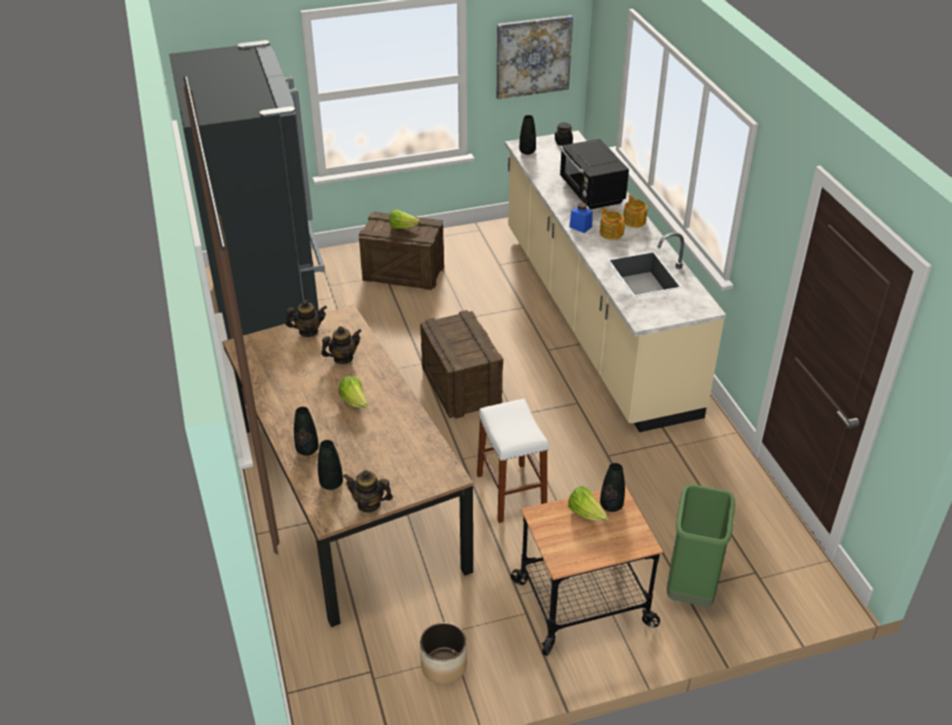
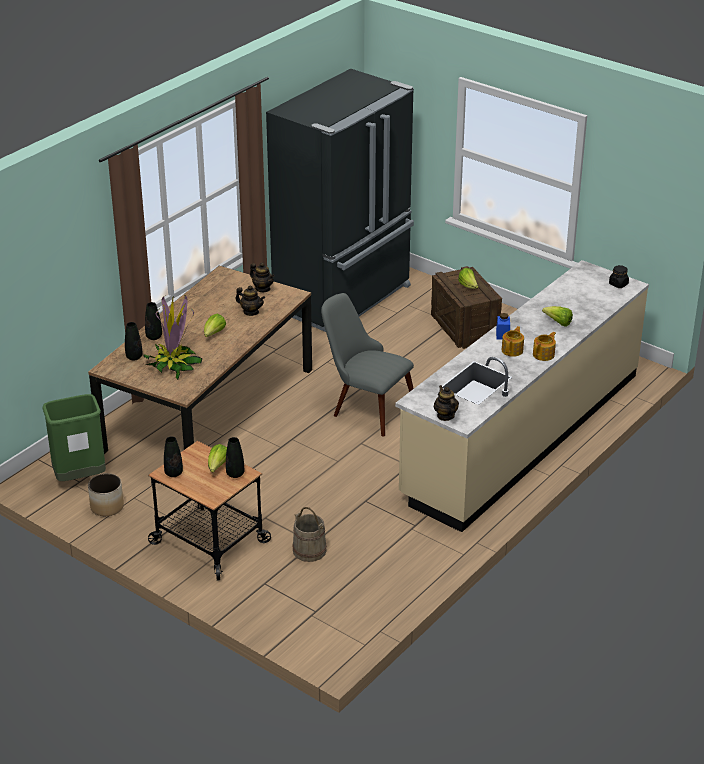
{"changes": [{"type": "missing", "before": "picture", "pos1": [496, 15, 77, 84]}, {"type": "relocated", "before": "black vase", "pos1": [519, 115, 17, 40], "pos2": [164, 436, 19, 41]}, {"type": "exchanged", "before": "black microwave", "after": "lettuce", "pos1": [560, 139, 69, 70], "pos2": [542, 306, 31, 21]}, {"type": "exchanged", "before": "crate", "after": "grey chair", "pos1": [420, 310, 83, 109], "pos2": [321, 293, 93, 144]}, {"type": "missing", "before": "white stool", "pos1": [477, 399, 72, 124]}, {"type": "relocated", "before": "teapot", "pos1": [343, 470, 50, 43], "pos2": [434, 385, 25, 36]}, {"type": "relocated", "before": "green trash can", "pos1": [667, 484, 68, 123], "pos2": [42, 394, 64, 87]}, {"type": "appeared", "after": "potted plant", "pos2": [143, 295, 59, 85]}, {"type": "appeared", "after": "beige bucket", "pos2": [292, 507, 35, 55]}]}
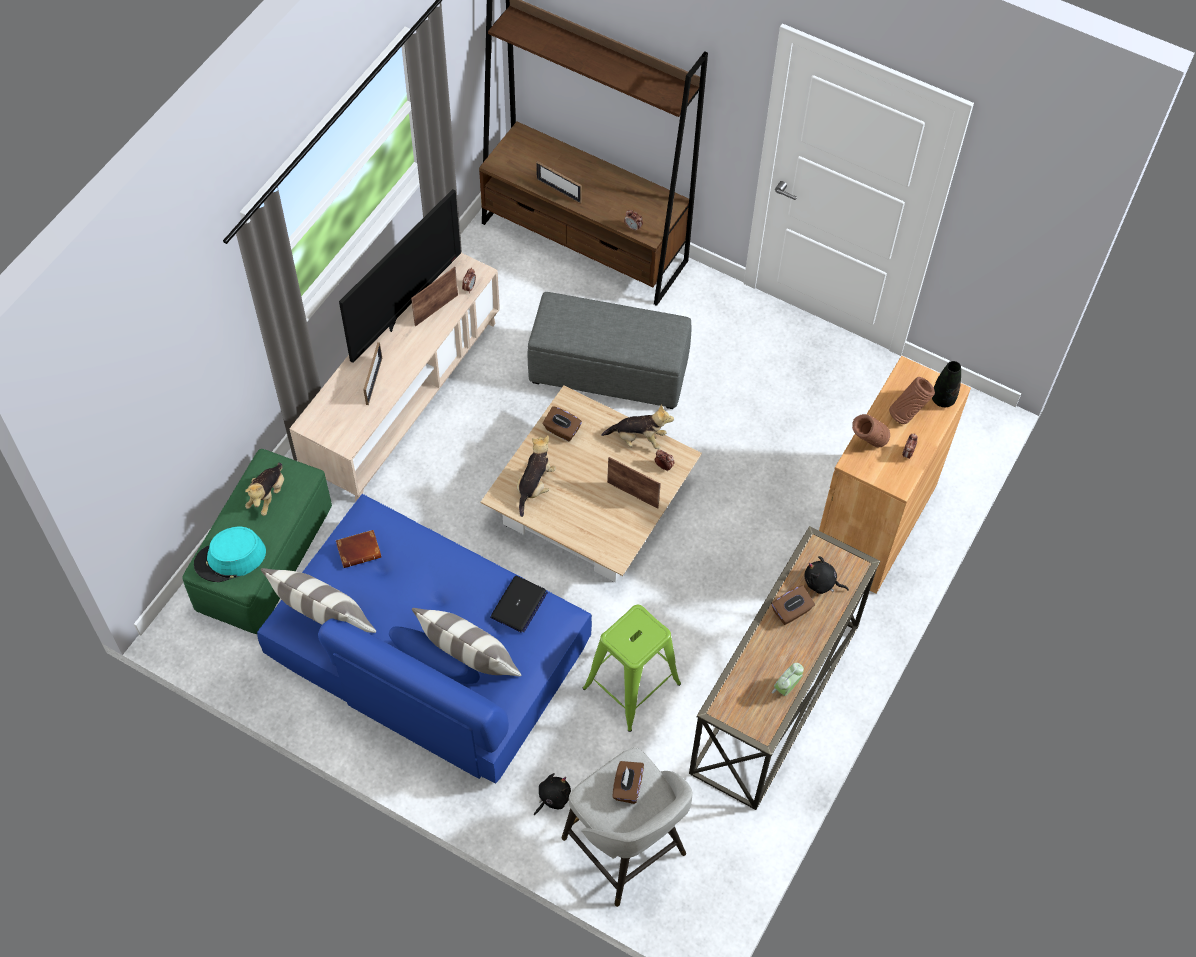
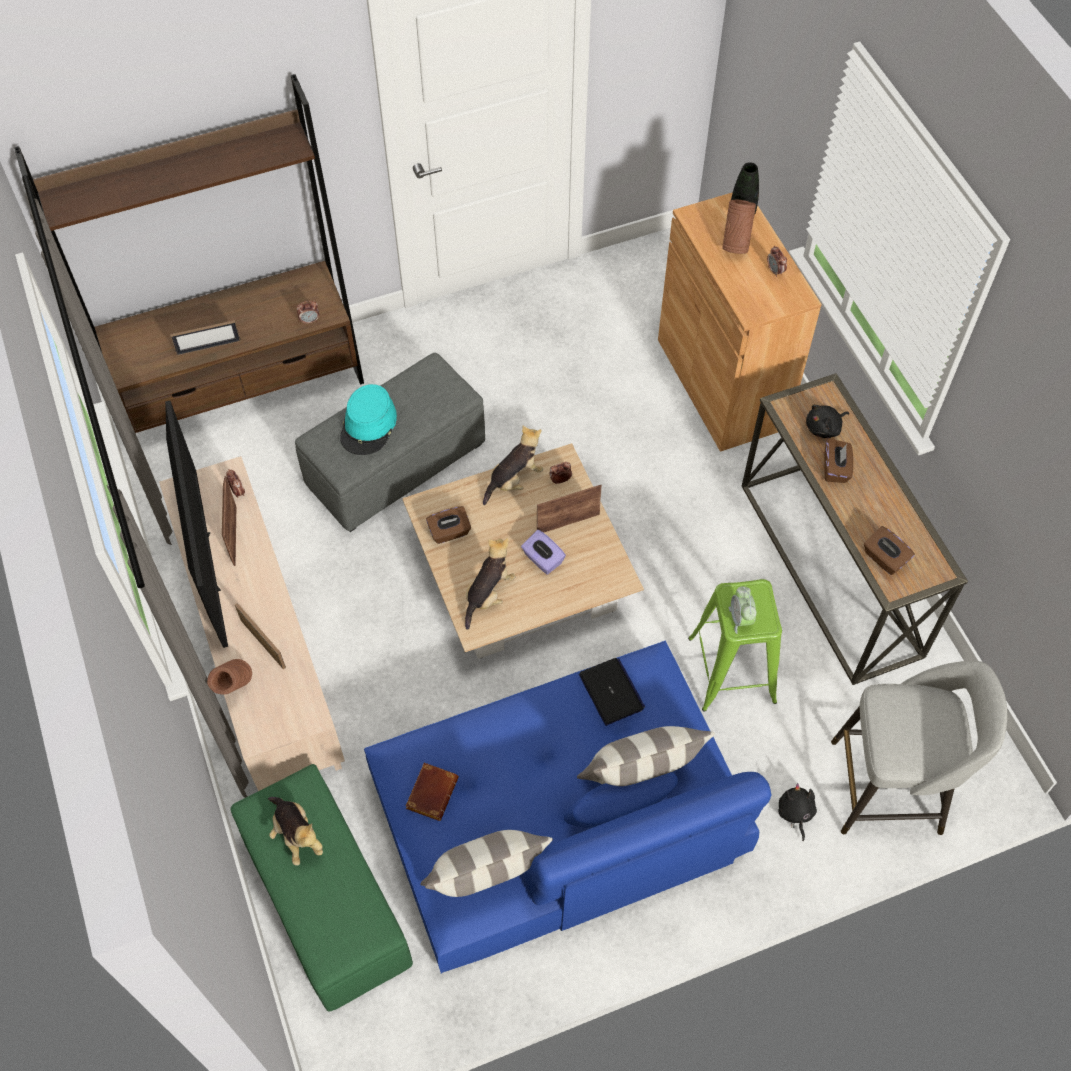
{"changes": [{"type": "relocated", "before": "brown vase", "pos1": [852, 414, 38, 33], "pos2": [207, 659, 45, 36]}, {"type": "spun", "before": "plush toy", "pos1": [517, 435, 39, 82], "pos2": [465, 538, 51, 92], "turn": 60}, {"type": "relocated", "before": "turquoise hat", "pos1": [194, 527, 72, 55], "pos2": [340, 384, 57, 71]}, {"type": "relocated", "before": "alarm clock", "pos1": [772, 663, 32, 33], "pos2": [729, 586, 28, 48]}, {"type": "relocated", "before": "brown tissue box", "pos1": [612, 761, 32, 43], "pos2": [864, 526, 51, 49]}, {"type": "appeared", "after": "purple tissue box", "pos2": [521, 530, 45, 44]}]}
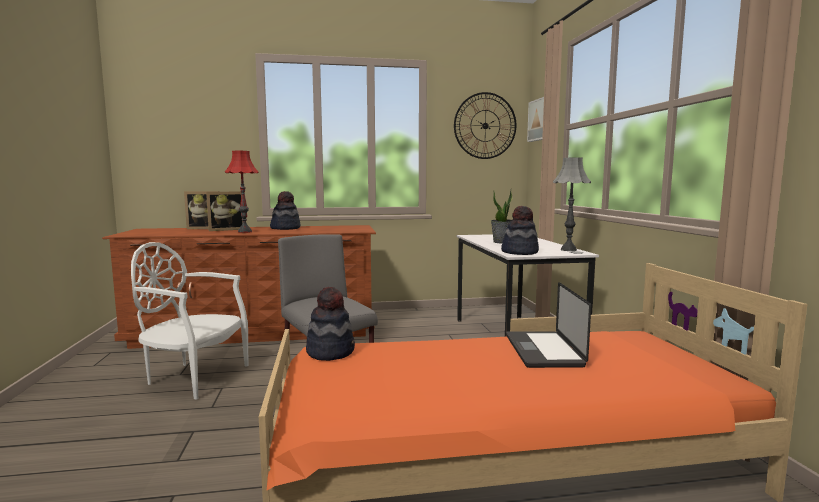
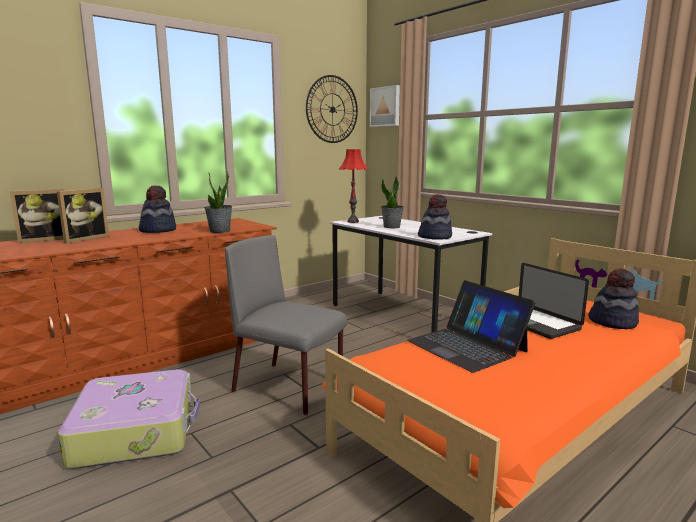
{"changes": [{"type": "relocated", "before": "red table lamp", "pos1": [225, 151, 33, 82], "pos2": [339, 149, 29, 74]}, {"type": "missing", "before": "grey table lamp", "pos1": [553, 157, 38, 94]}, {"type": "exchanged", "before": "white chair", "after": "suitcase", "pos1": [131, 242, 117, 157], "pos2": [58, 370, 142, 99]}, {"type": "relocated", "before": "hat", "pos1": [306, 287, 49, 74], "pos2": [588, 268, 51, 61]}, {"type": "appeared", "after": "potted plant", "pos2": [204, 170, 28, 63]}, {"type": "appeared", "after": "laptop", "pos2": [407, 280, 128, 93]}]}
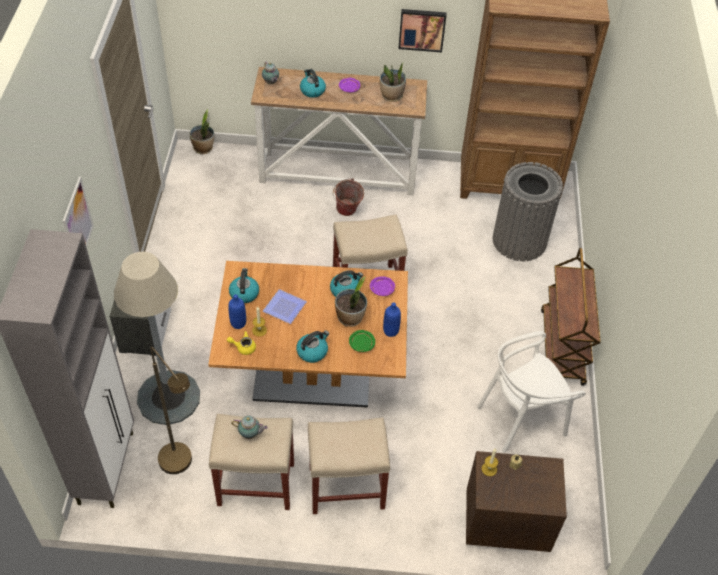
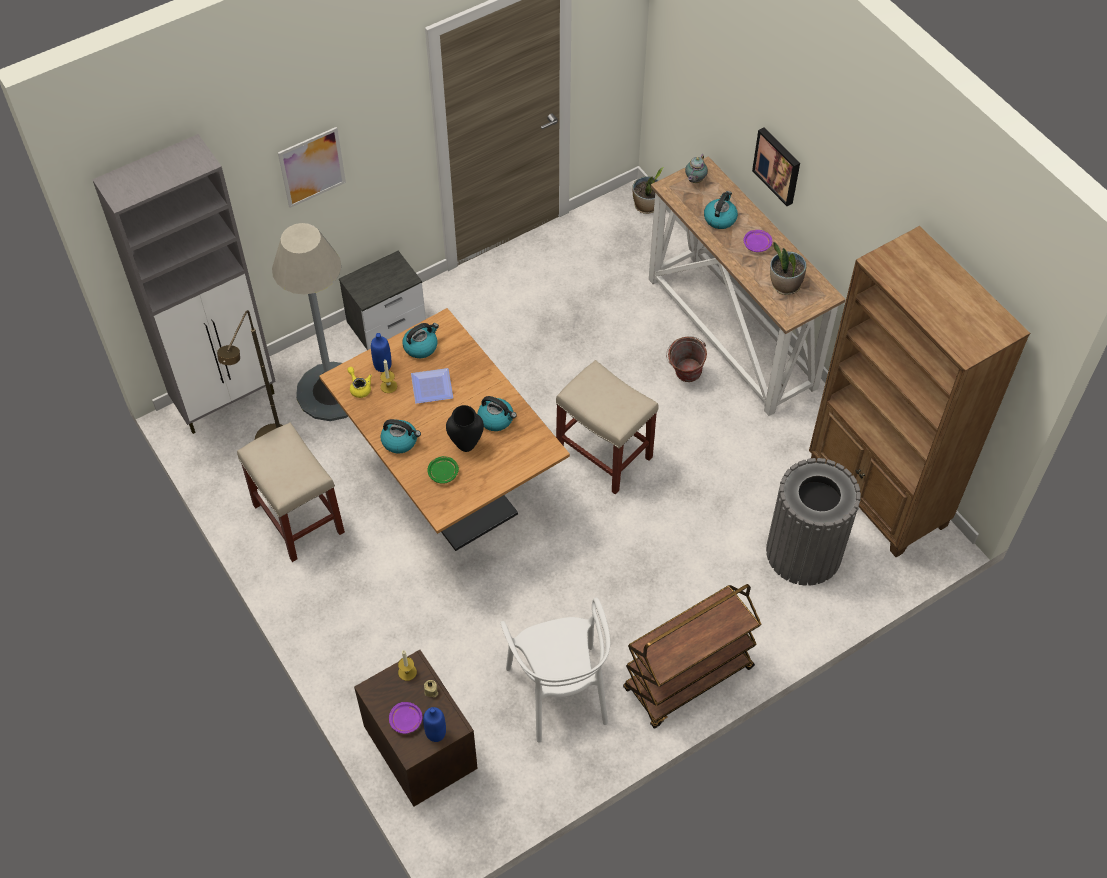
{"changes": [{"type": "relocated", "before": "picture", "pos1": [398, 9, 49, 43], "pos2": [752, 128, 48, 78]}, {"type": "exchanged", "before": "potted plant", "after": "black vase", "pos1": [335, 276, 32, 51], "pos2": [446, 405, 38, 47]}, {"type": "relocated", "before": "purple plate", "pos1": [370, 276, 25, 20], "pos2": [389, 702, 33, 32]}, {"type": "relocated", "before": "blue bottle", "pos1": [383, 302, 18, 35], "pos2": [423, 707, 23, 35]}, {"type": "spun", "before": "white chair", "pos1": [477, 331, 109, 122], "pos2": [500, 597, 110, 146], "turn": -135}, {"type": "missing", "before": "teapot", "pos1": [231, 415, 37, 24]}, {"type": "missing", "before": "beige stool", "pos1": [308, 417, 82, 97]}]}
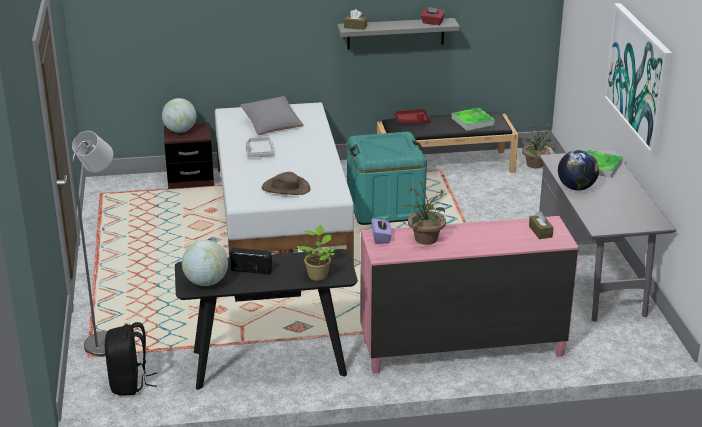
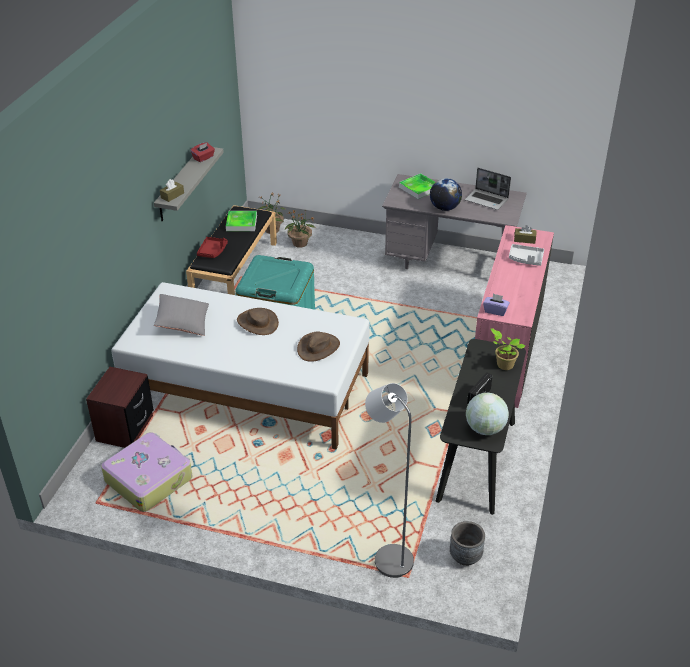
{"changes": [{"type": "missing", "before": "picture", "pos1": [603, 3, 69, 152]}, {"type": "missing", "before": "globe", "pos1": [162, 98, 35, 35]}, {"type": "relocated", "before": "grey tray", "pos1": [246, 137, 28, 20], "pos2": [509, 244, 35, 22]}, {"type": "relocated", "before": "potted plant", "pos1": [403, 182, 43, 63], "pos2": [285, 210, 31, 38]}, {"type": "exchanged", "before": "black backpack", "after": "grey planter", "pos1": [105, 322, 52, 74], "pos2": [450, 521, 35, 45]}, {"type": "appeared", "after": "laptop", "pos2": [465, 168, 46, 42]}, {"type": "appeared", "after": "brown hat", "pos2": [237, 308, 42, 27]}, {"type": "appeared", "after": "suitcase", "pos2": [101, 432, 92, 80]}]}
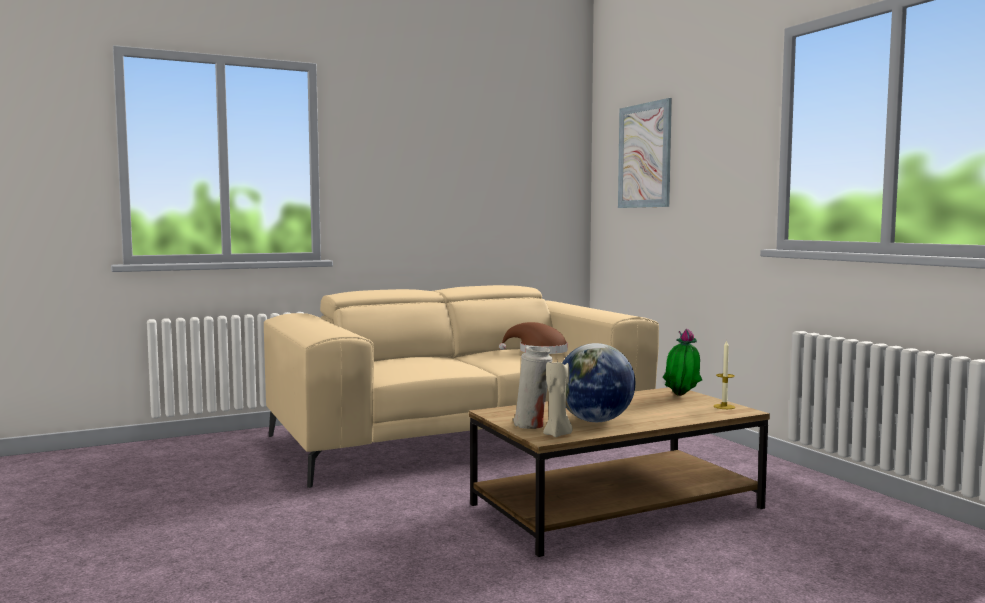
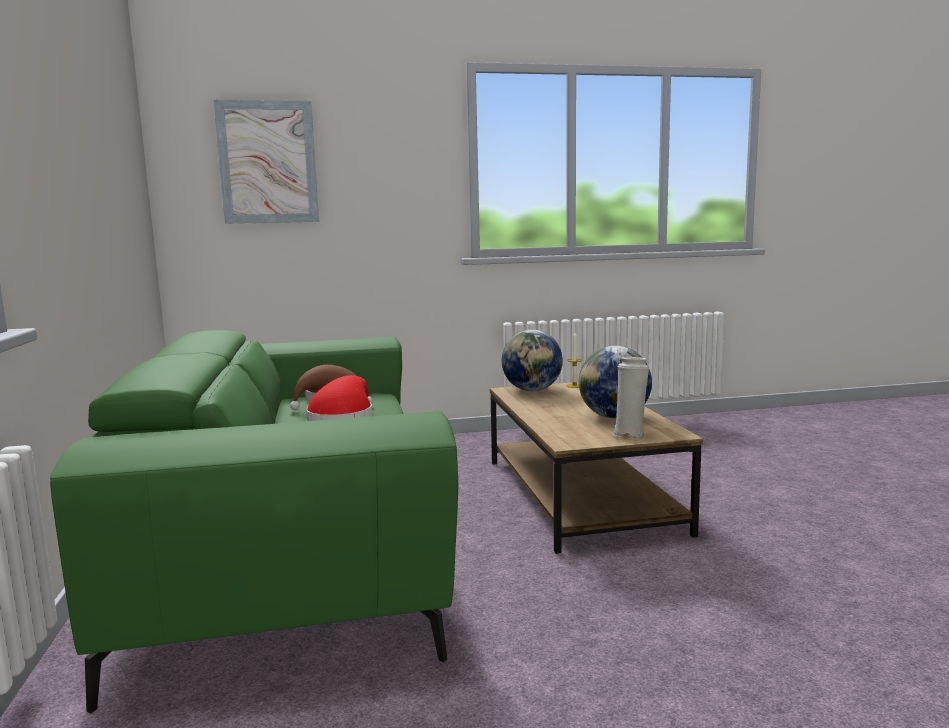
{"changes": [{"type": "colour", "before": "beige sofa", "after": "green sofa", "pos1": [264, 285, 395, 203], "pos2": [50, 330, 408, 383]}, {"type": "exchanged", "before": "potted plant", "after": "globe", "pos1": [663, 329, 39, 67], "pos2": [502, 330, 61, 61]}, {"type": "missing", "before": "beige candle", "pos1": [543, 360, 30, 77]}, {"type": "appeared", "after": "red hat", "pos2": [306, 375, 67, 46]}]}
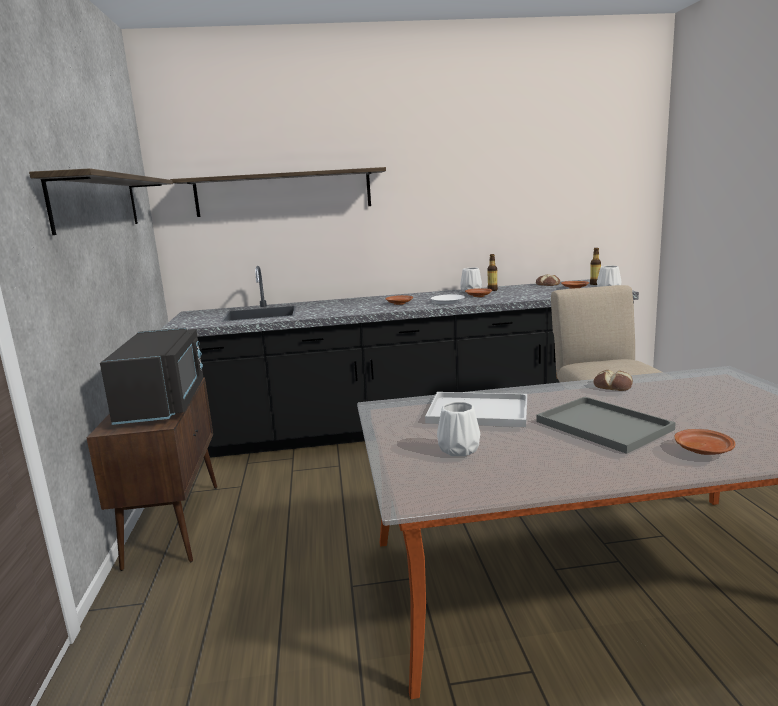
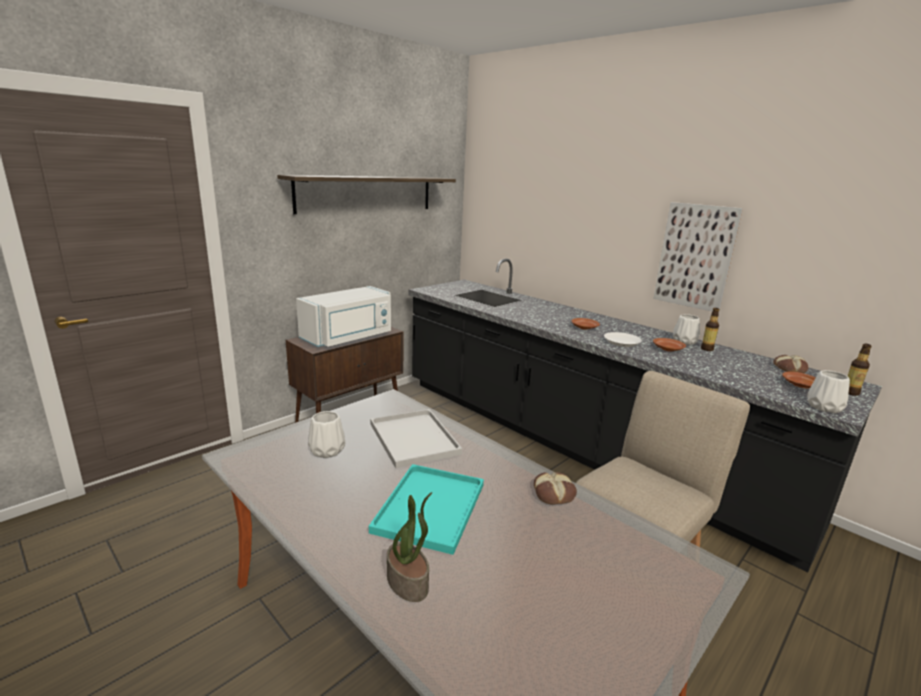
{"changes": [{"type": "missing", "before": "shelf", "pos1": [170, 167, 216, 50]}, {"type": "colour", "before": "black microwave", "after": "white microwave", "pos1": [100, 328, 103, 97], "pos2": [296, 286, 95, 61]}, {"type": "colour", "before": "grey tray", "after": "turquoise tray", "pos1": [536, 397, 140, 57], "pos2": [369, 464, 115, 91]}, {"type": "exchanged", "before": "brown plate", "after": "potted plant", "pos1": [675, 429, 60, 26], "pos2": [387, 492, 45, 110]}, {"type": "appeared", "after": "picture", "pos2": [653, 202, 90, 110]}]}
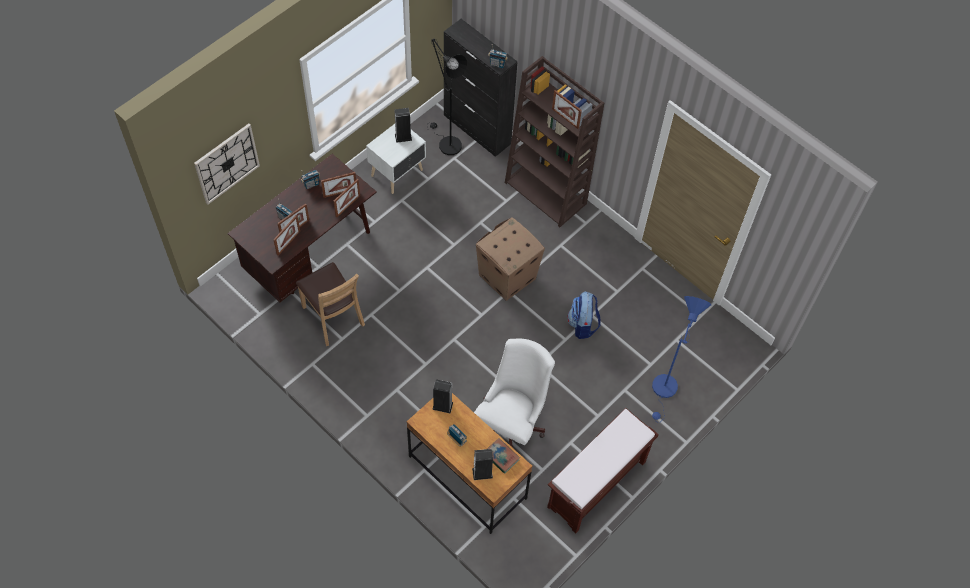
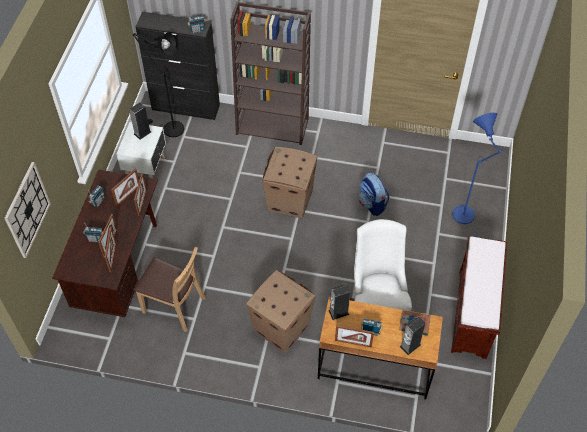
{"changes": [{"type": "relocated", "before": "picture frame", "pos1": [552, 90, 30, 39], "pos2": [335, 325, 39, 23]}, {"type": "appeared", "after": "cardboard box", "pos2": [246, 270, 69, 84]}]}
